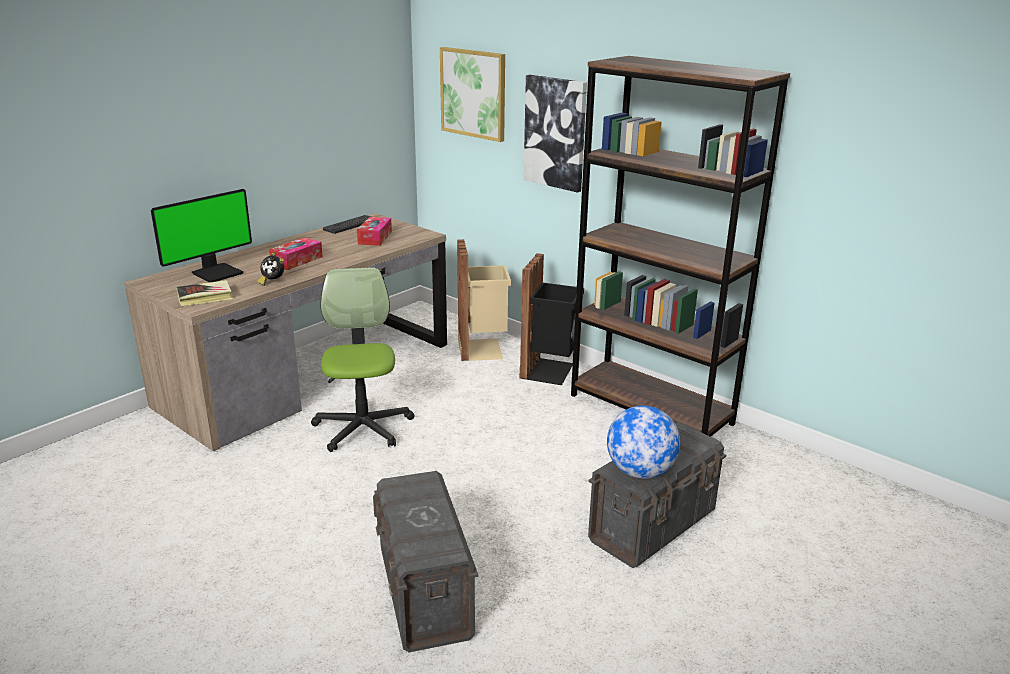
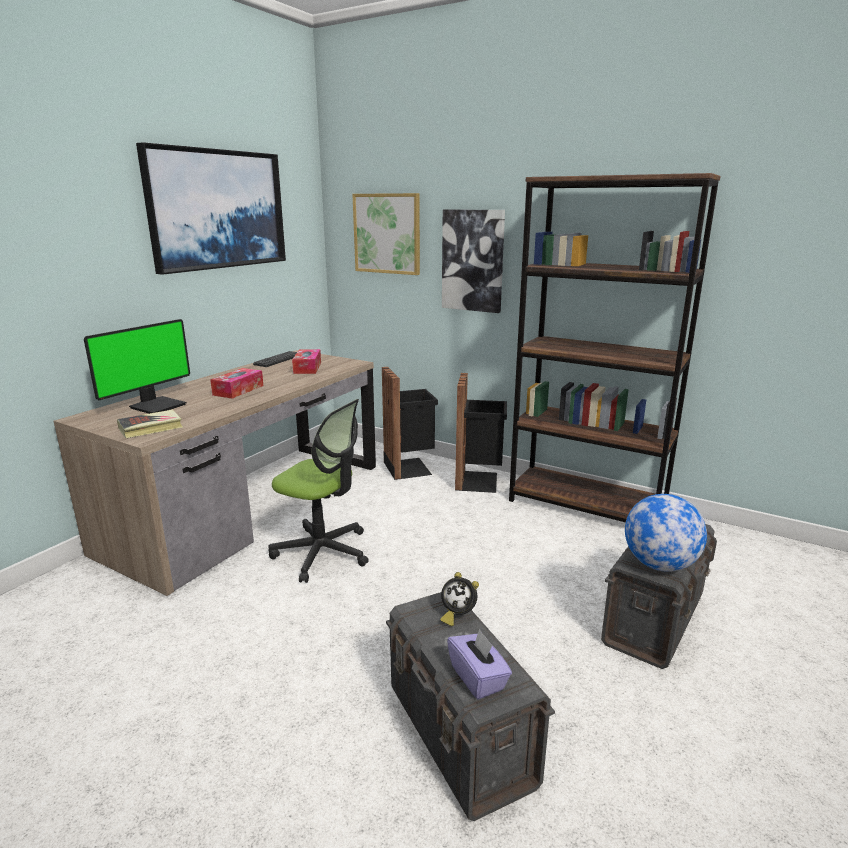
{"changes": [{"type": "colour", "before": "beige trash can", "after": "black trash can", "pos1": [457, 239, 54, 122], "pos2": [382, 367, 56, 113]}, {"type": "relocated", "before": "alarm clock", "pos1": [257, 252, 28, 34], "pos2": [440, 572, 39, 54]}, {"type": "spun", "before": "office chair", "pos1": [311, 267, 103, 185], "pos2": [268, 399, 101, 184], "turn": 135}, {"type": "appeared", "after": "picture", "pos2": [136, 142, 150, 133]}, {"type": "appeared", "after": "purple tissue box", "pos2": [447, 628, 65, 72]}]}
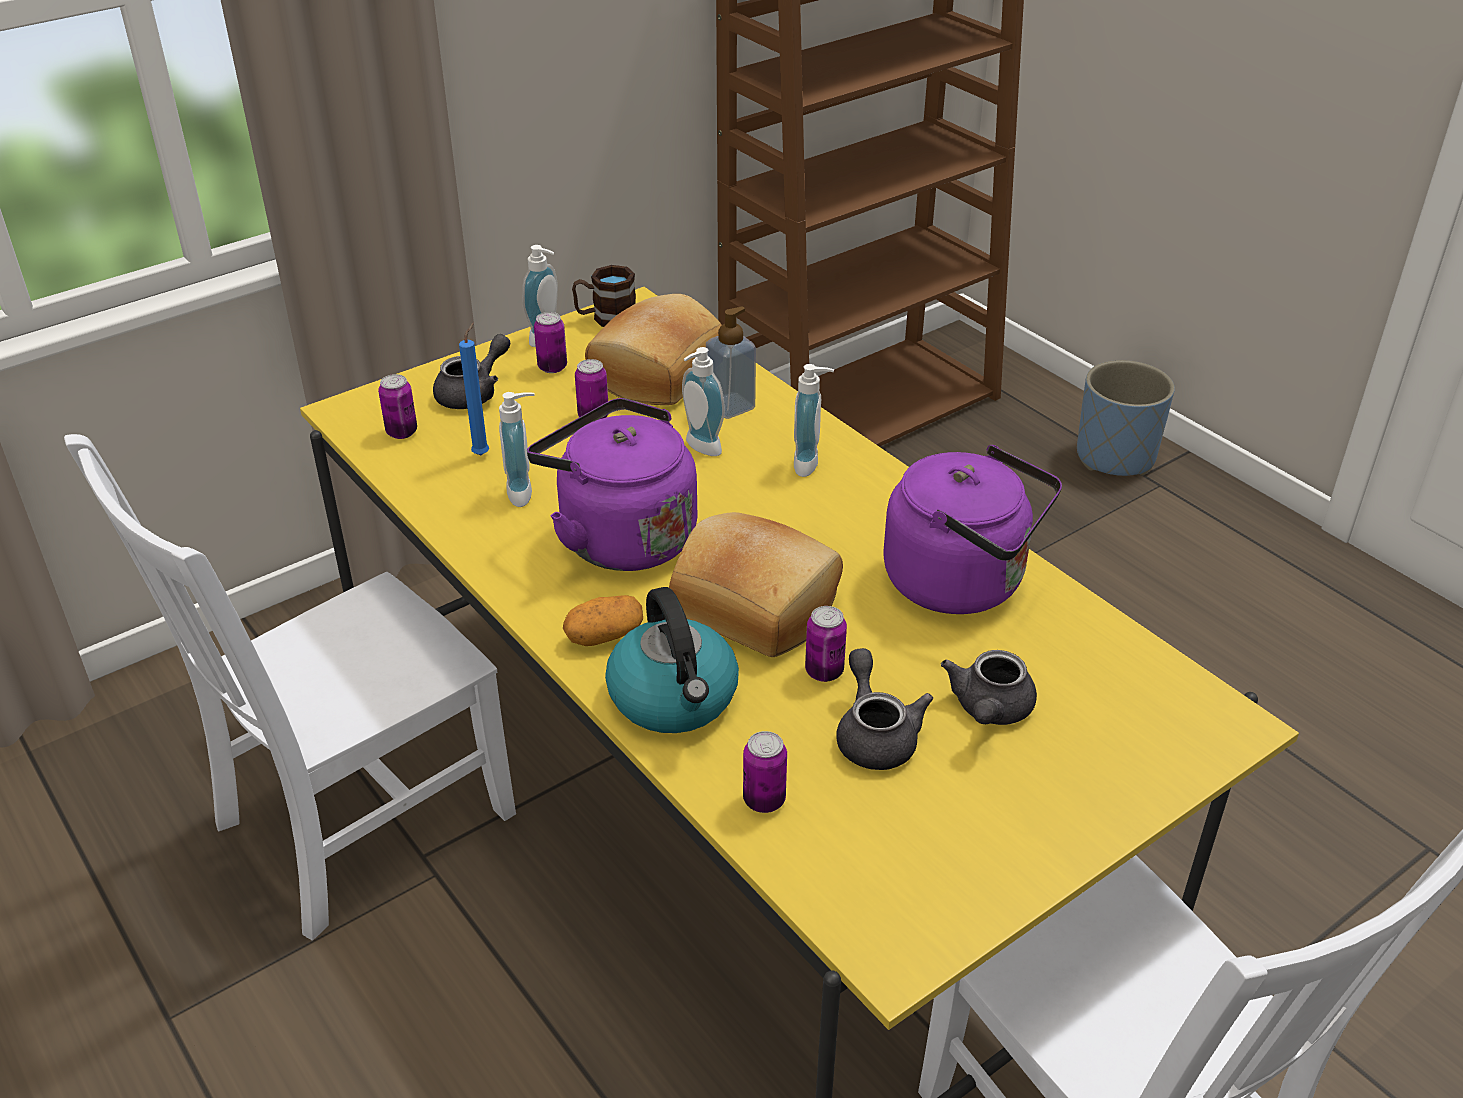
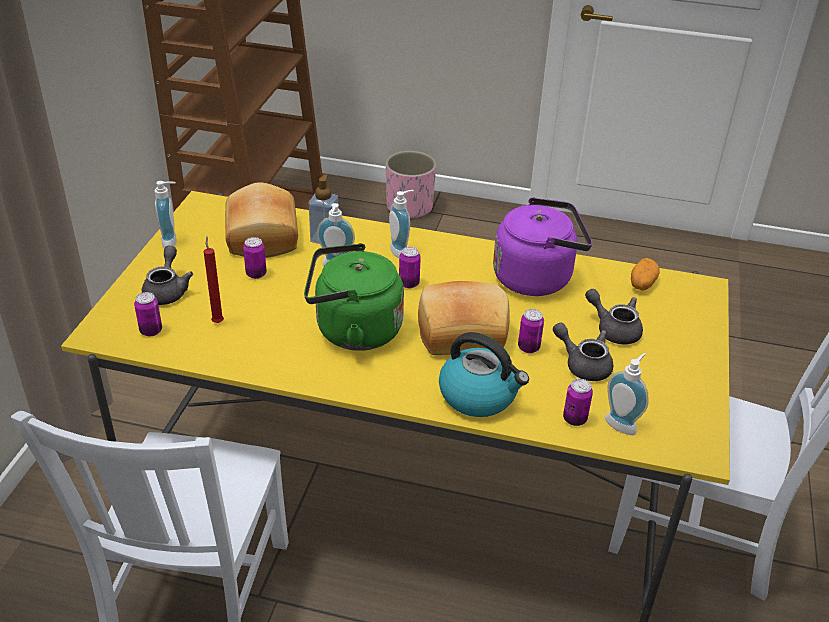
{"changes": [{"type": "missing", "before": "brown mug", "pos1": [572, 265, 64, 62]}, {"type": "relocated", "before": "can", "pos1": [534, 312, 33, 61], "pos2": [399, 247, 22, 41]}, {"type": "colour", "before": "blue candle", "after": "red candle", "pos1": [459, 323, 30, 132], "pos2": [204, 236, 20, 87]}, {"type": "colour", "before": "blue planter", "after": "pink planter", "pos1": [1077, 360, 98, 116], "pos2": [386, 151, 50, 67]}, {"type": "relocated", "before": "soap dispenser", "pos1": [499, 392, 35, 115], "pos2": [605, 353, 44, 82]}, {"type": "colour", "before": "purple kettle", "after": "green kettle", "pos1": [527, 398, 170, 173], "pos2": [304, 243, 100, 108]}, {"type": "relocated", "before": "potato", "pos1": [563, 595, 80, 51], "pos2": [631, 258, 29, 32]}, {"type": "spun", "before": "grey teapot", "pos1": [941, 650, 96, 75], "pos2": [585, 289, 58, 56], "turn": 150}]}
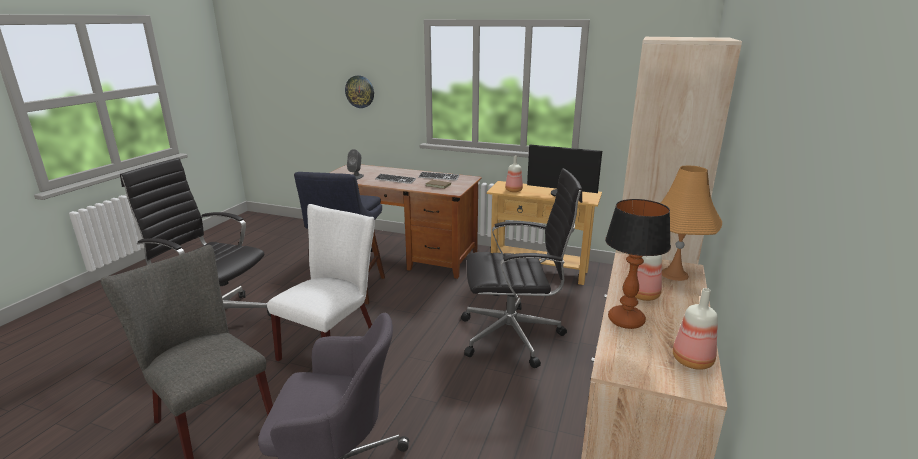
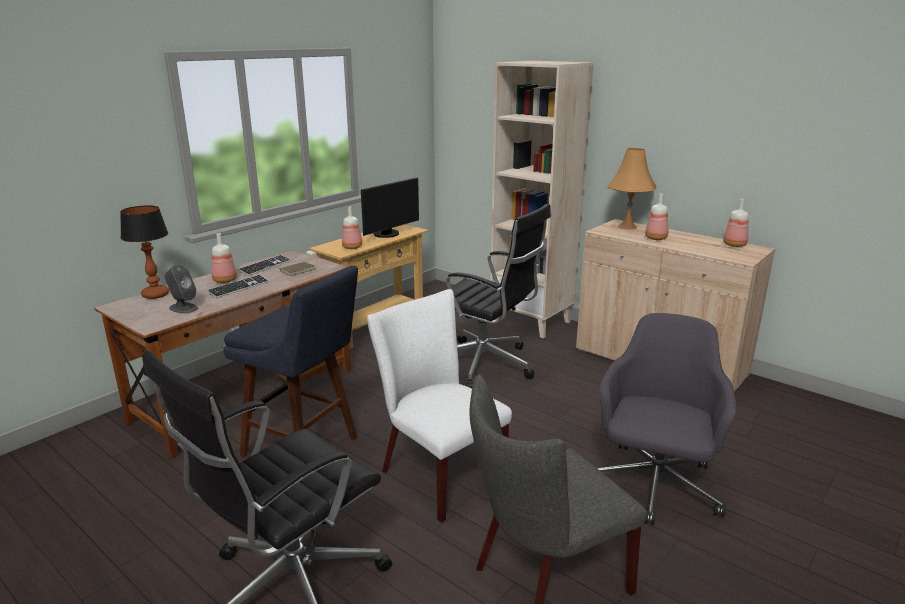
{"changes": [{"type": "missing", "before": "wall clock", "pos1": [345, 75, 29, 33]}, {"type": "spun", "before": "black office chair", "pos1": [461, 168, 121, 200], "pos2": [446, 204, 105, 184], "turn": 105}, {"type": "relocated", "before": "table lamp", "pos1": [605, 199, 66, 130], "pos2": [120, 205, 49, 94]}, {"type": "appeared", "after": "bottle", "pos2": [211, 233, 26, 50]}]}
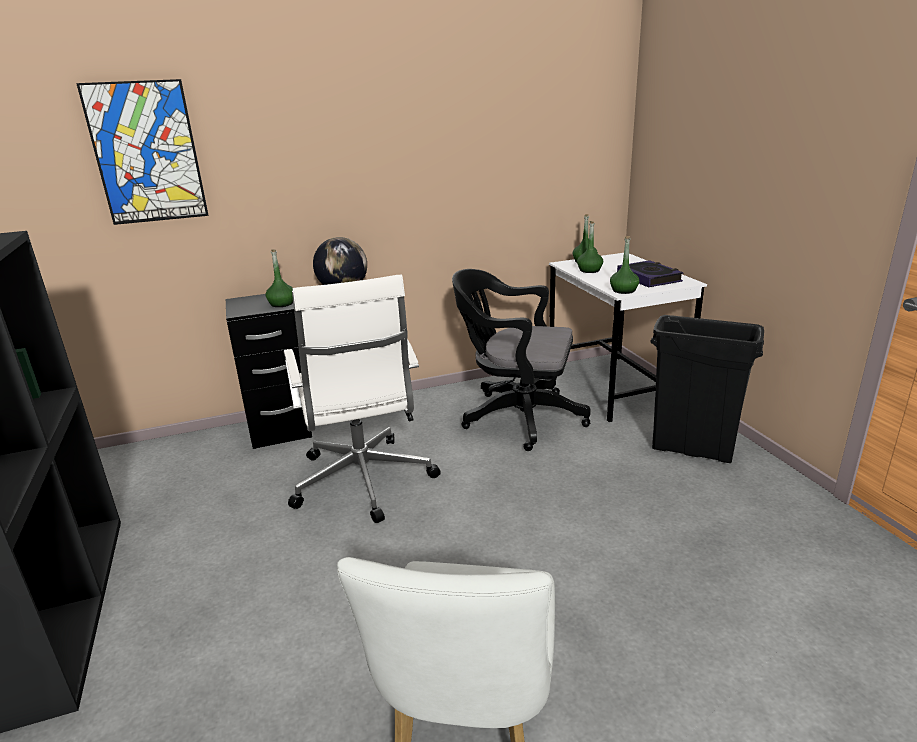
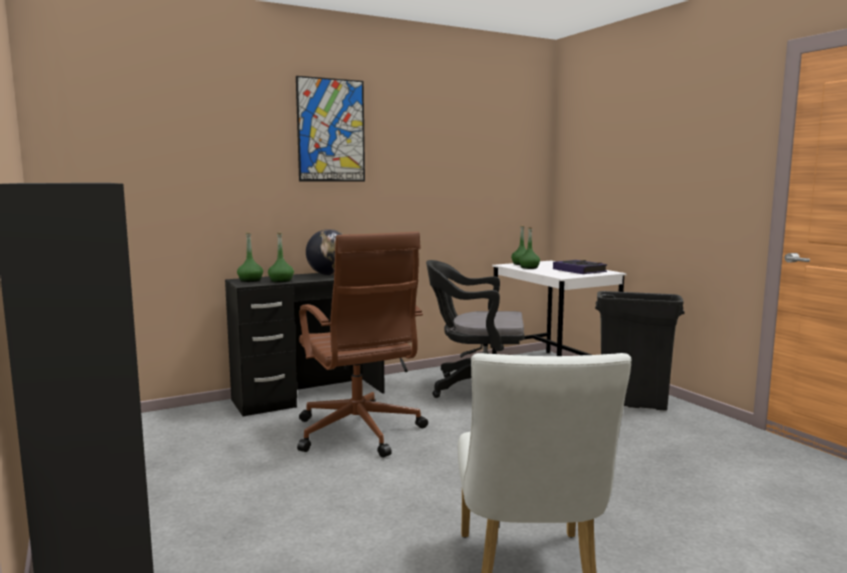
{"changes": [{"type": "relocated", "before": "picture", "pos1": [76, 79, 133, 146], "pos2": [296, 76, 69, 105]}, {"type": "relocated", "before": "green bottle", "pos1": [610, 236, 29, 58], "pos2": [237, 232, 26, 50]}, {"type": "colour", "before": "white office chair", "after": "brown office chair", "pos1": [284, 275, 157, 248], "pos2": [297, 232, 131, 226]}]}
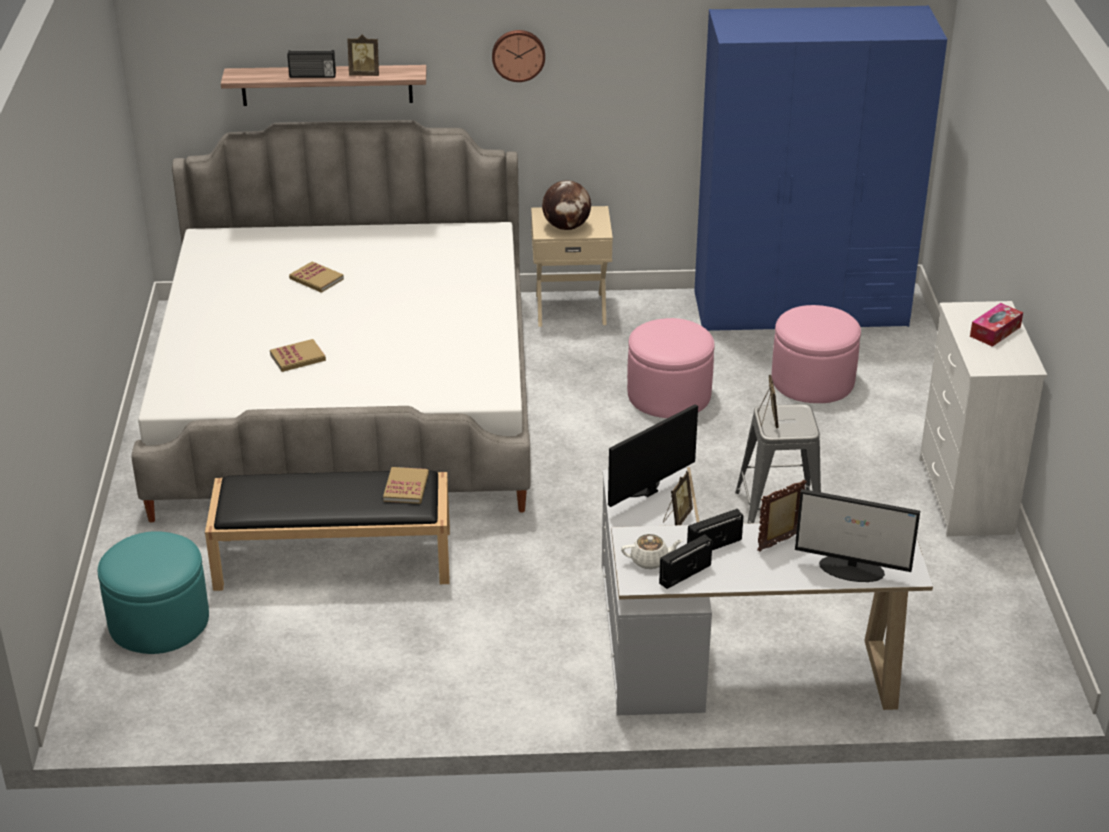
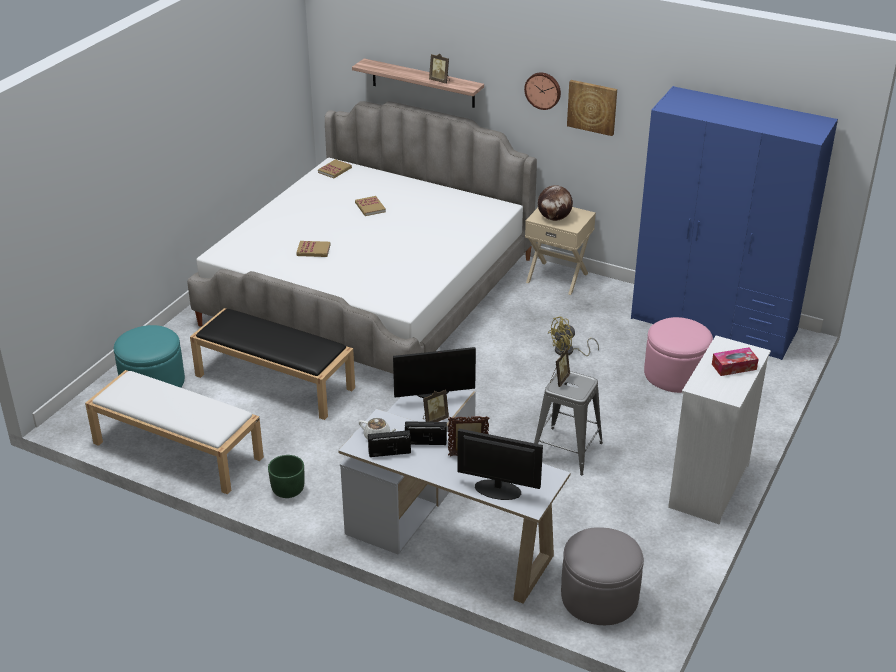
{"changes": [{"type": "missing", "before": "radio", "pos1": [287, 50, 49, 28]}, {"type": "exchanged", "before": "pink ottoman", "after": "yellow fan", "pos1": [627, 318, 87, 100], "pos2": [548, 316, 51, 40]}, {"type": "relocated", "before": "book", "pos1": [383, 467, 46, 37], "pos2": [318, 159, 34, 19]}, {"type": "spun", "before": "monitor", "pos1": [795, 489, 125, 93], "pos2": [457, 429, 86, 71], "turn": 150}, {"type": "appeared", "after": "picture", "pos2": [567, 80, 50, 56]}, {"type": "appeared", "after": "white bench", "pos2": [85, 370, 179, 124]}, {"type": "appeared", "after": "green planter", "pos2": [268, 455, 37, 43]}, {"type": "appeared", "after": "grey ottoman", "pos2": [561, 527, 83, 98]}]}
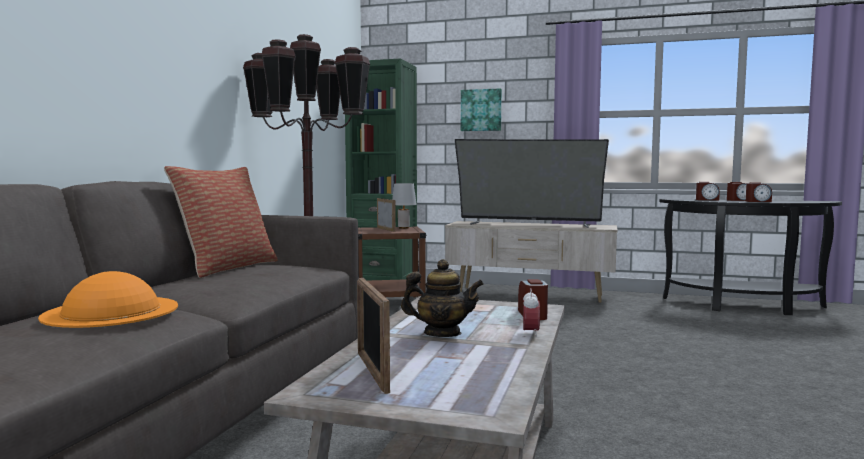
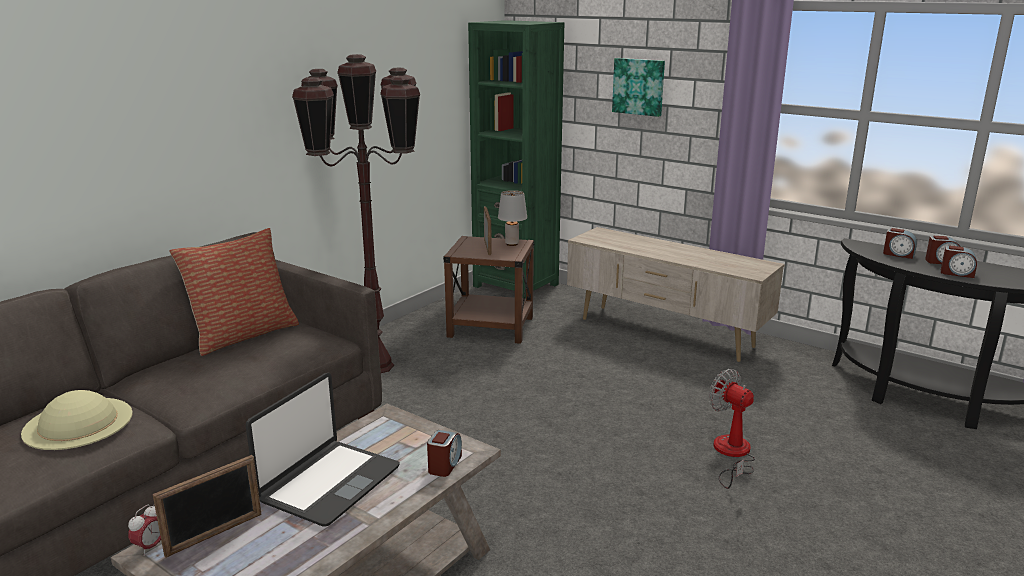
{"changes": [{"type": "missing", "before": "television", "pos1": [455, 139, 154, 89]}, {"type": "exchanged", "before": "teapot", "after": "laptop", "pos1": [401, 259, 83, 78], "pos2": [246, 373, 154, 154]}, {"type": "colour", "before": "orange hat", "after": "beige hat", "pos1": [38, 271, 140, 57], "pos2": [21, 390, 112, 60]}, {"type": "spun", "before": "picture frame", "pos1": [357, 278, 33, 116], "pos2": [153, 455, 109, 102], "turn": -135}, {"type": "relocated", "before": "alarm clock", "pos1": [523, 288, 17, 49], "pos2": [128, 505, 33, 51]}, {"type": "appeared", "after": "fan", "pos2": [709, 369, 46, 120]}]}
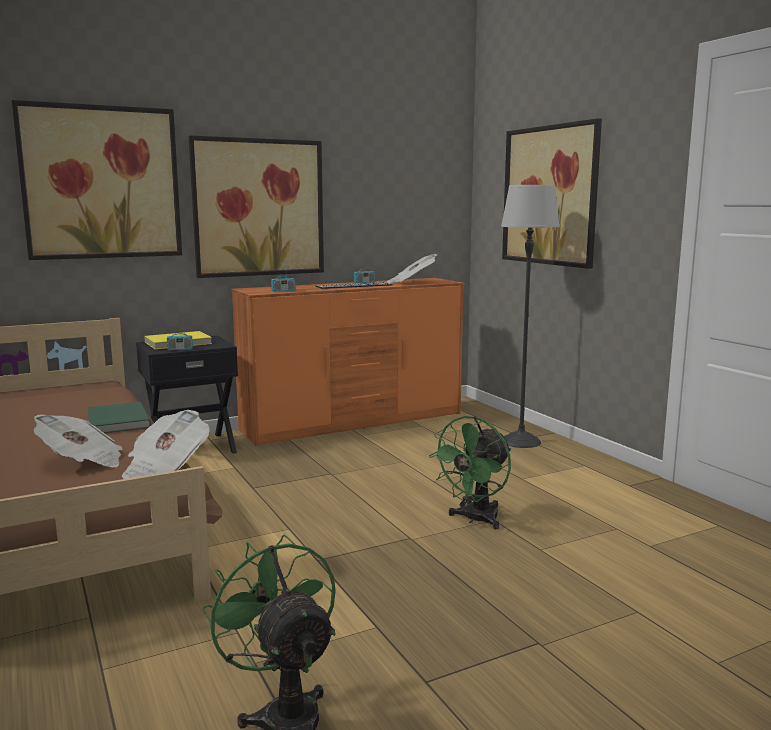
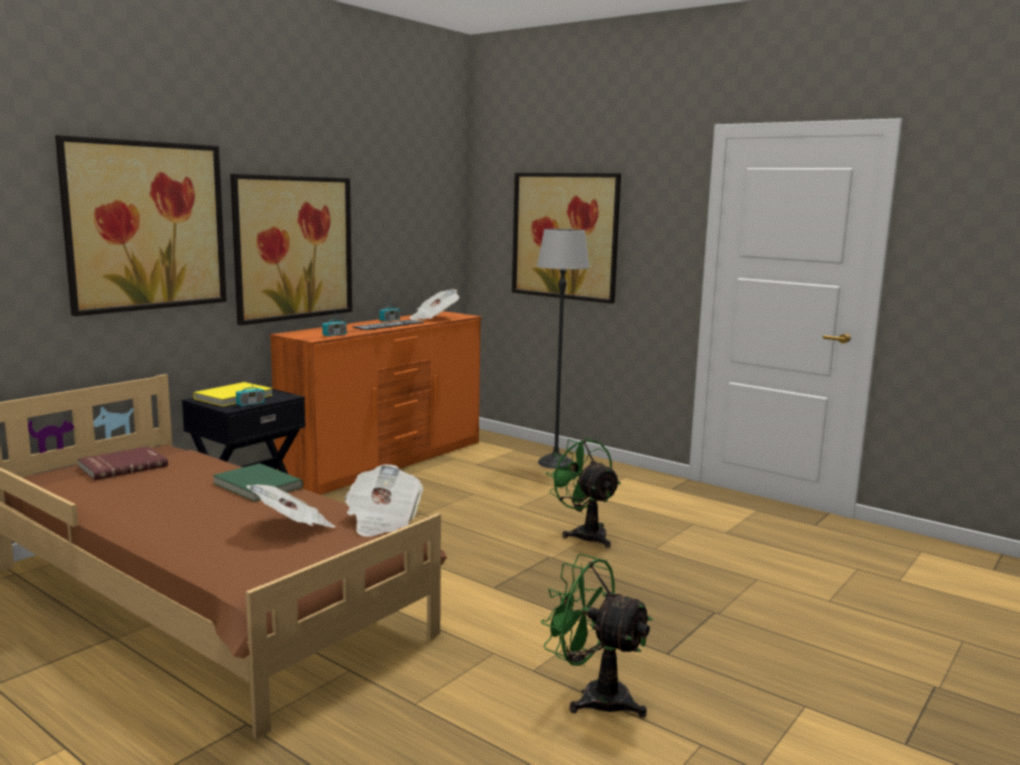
{"changes": [{"type": "spun", "before": "green fan", "pos1": [429, 416, 82, 113], "pos2": [546, 438, 75, 110], "turn": 135}, {"type": "appeared", "after": "red book", "pos2": [77, 446, 91, 34]}]}
